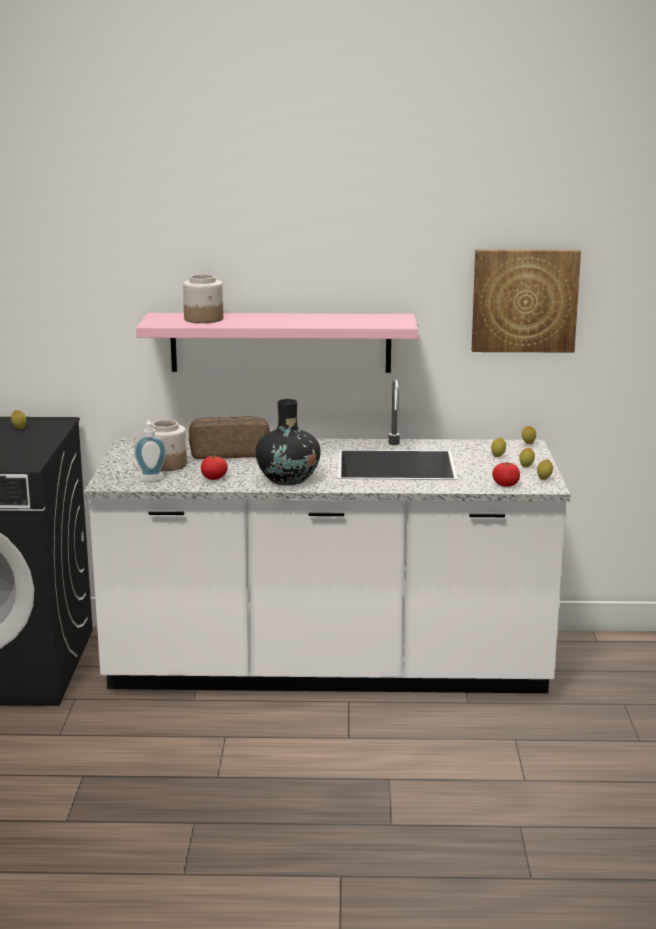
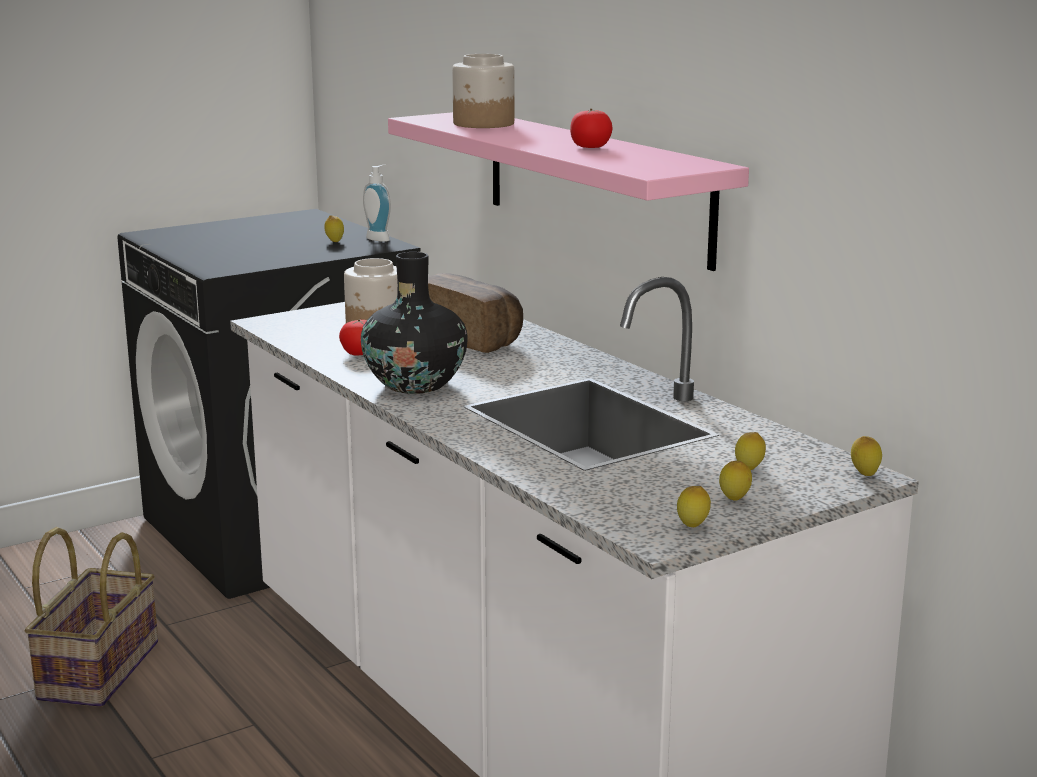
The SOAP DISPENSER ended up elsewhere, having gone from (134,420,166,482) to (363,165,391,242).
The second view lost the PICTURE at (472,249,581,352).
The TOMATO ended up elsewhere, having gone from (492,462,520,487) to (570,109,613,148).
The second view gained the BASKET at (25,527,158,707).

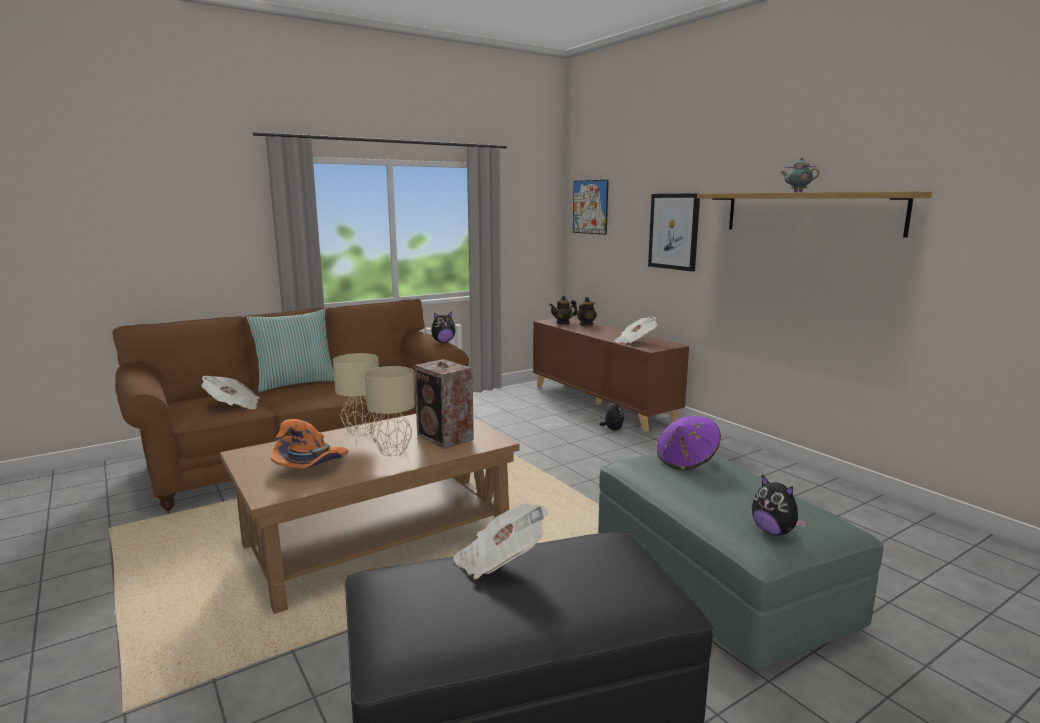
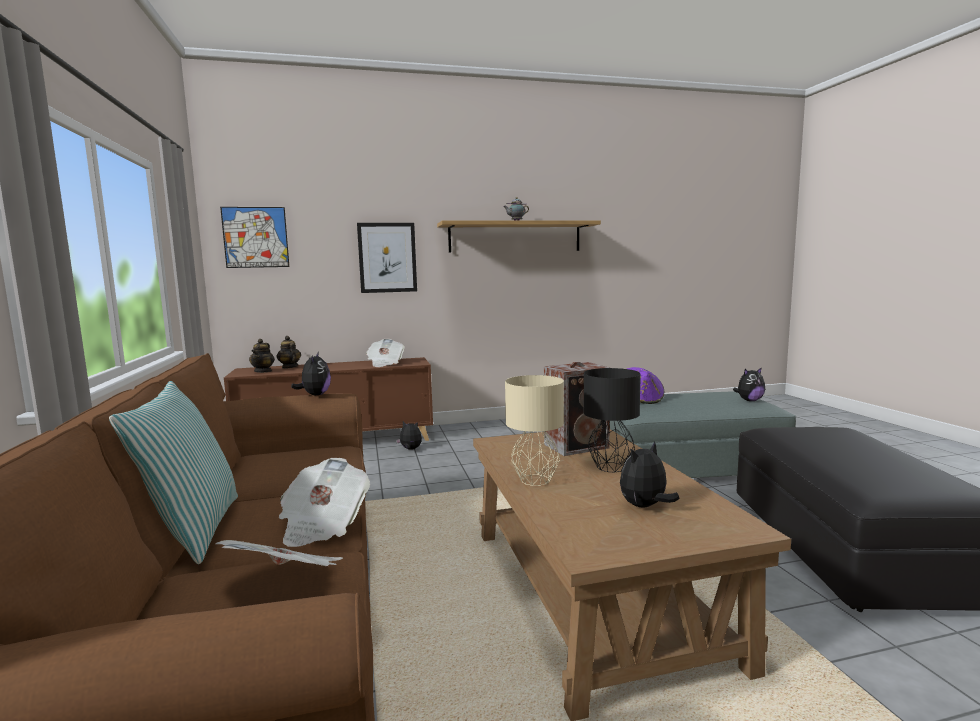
Where the ORANGE HAT stood at (271,419,348,468), the PLUSH TOY came to stand at (620,442,680,508).
What was the BEIGE TABLE LAMP at (365,366,415,456) turned into the BLACK TABLE LAMP at (584,368,641,472).
The NEWSPAPER ended up elsewhere, having gone from (453,503,548,579) to (279,458,370,547).

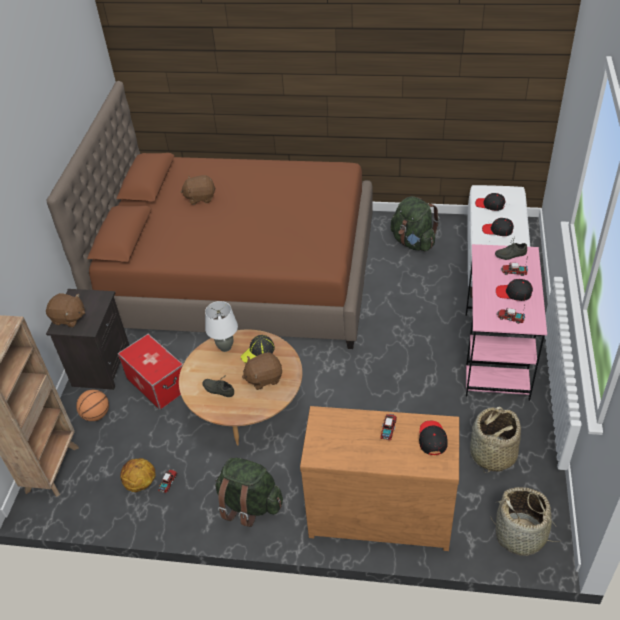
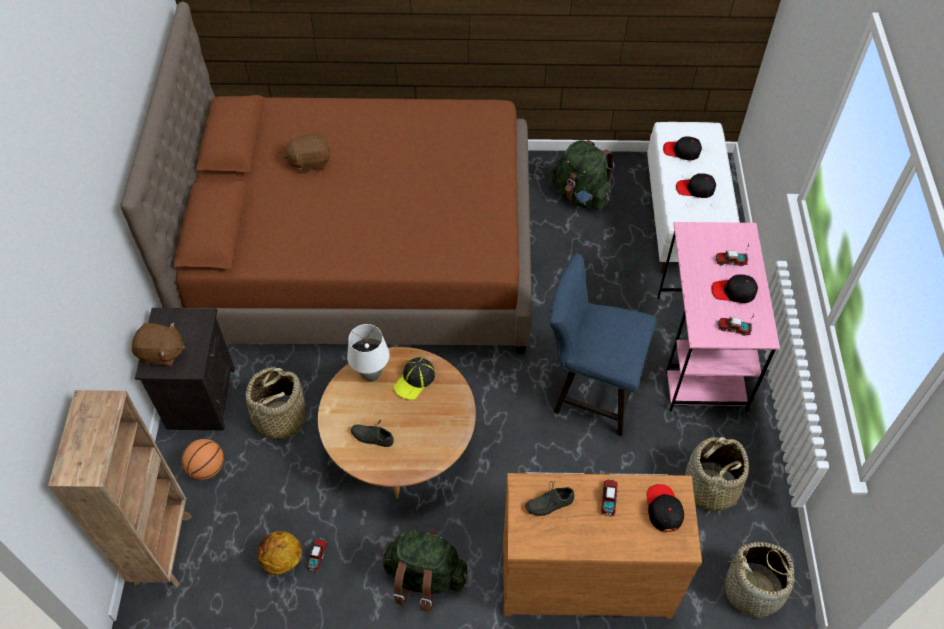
Where the STORAGE BOX stood at (118,334,183,410), the BASKET came to stand at (246,367,305,441).
The second view lost the BROWN PLUSH TOY at (242,352,282,390).
The GREY SHOE ended up elsewhere, having gone from (495,237,527,260) to (525,481,574,516).
The second view gained the BLUE CHAIR at (549,253,657,436).

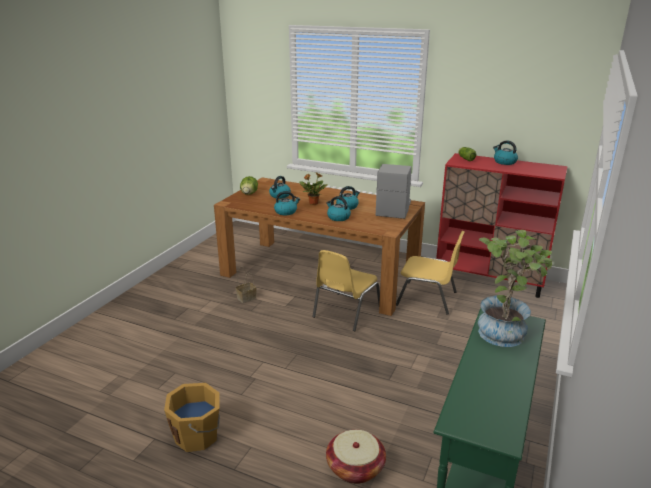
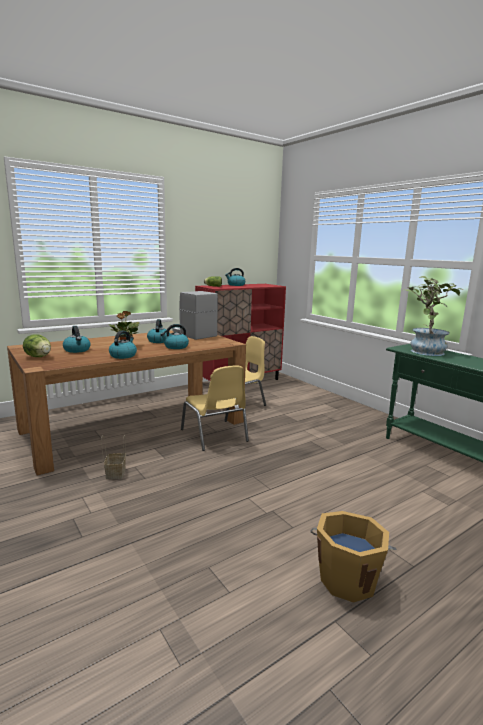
The second view lost the BASKET at (326,430,386,484).

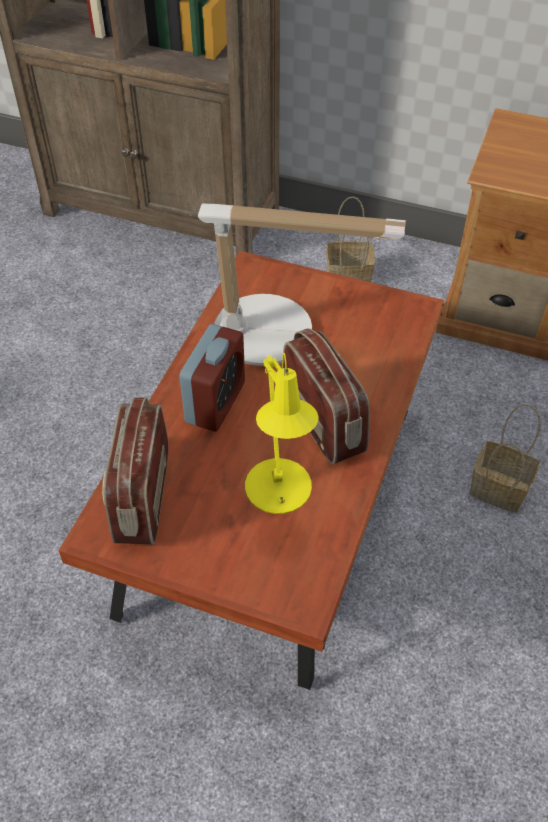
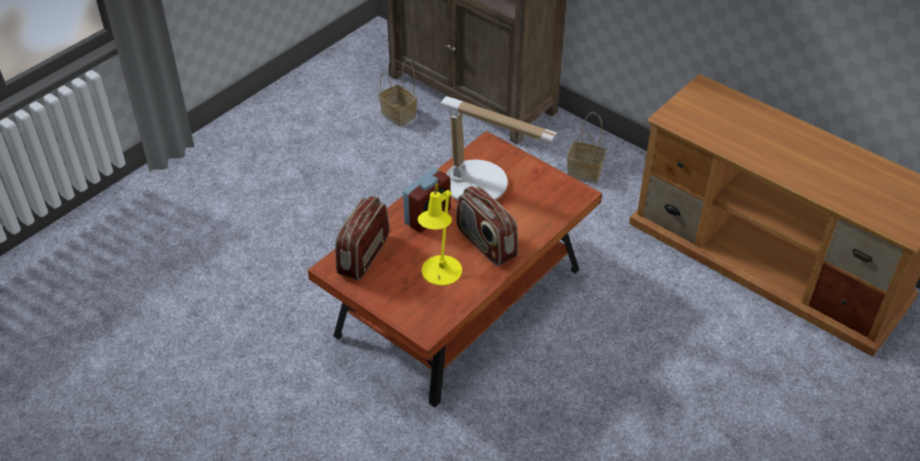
The RADIO at (283,328,370,465) ended up facing another way, 150 degrees clockwise from before.
The BASKET ended up elsewhere, having gone from (469,404,541,513) to (379,60,417,127).

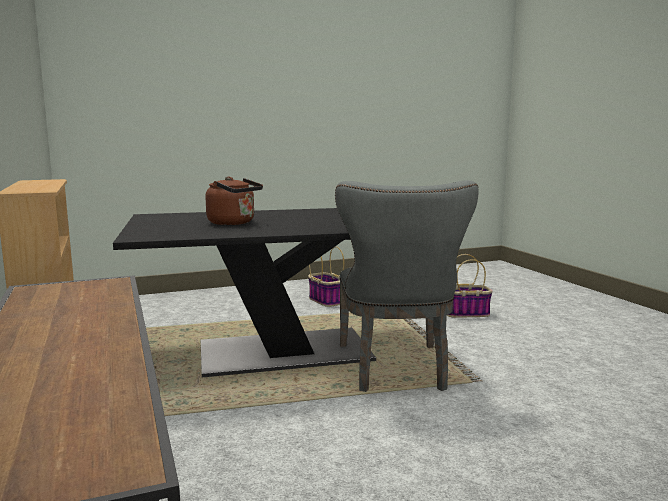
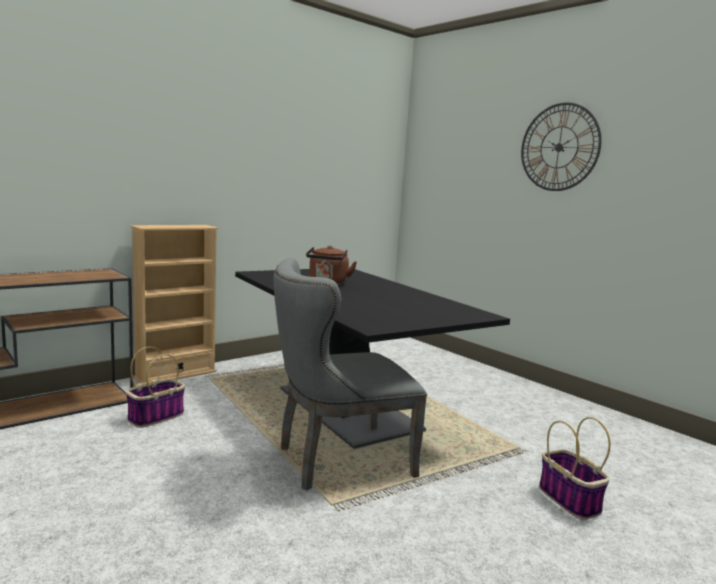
The BASKET ended up elsewhere, having gone from (308,246,344,307) to (126,347,185,428).
The second view gained the WALL CLOCK at (521,103,601,191).

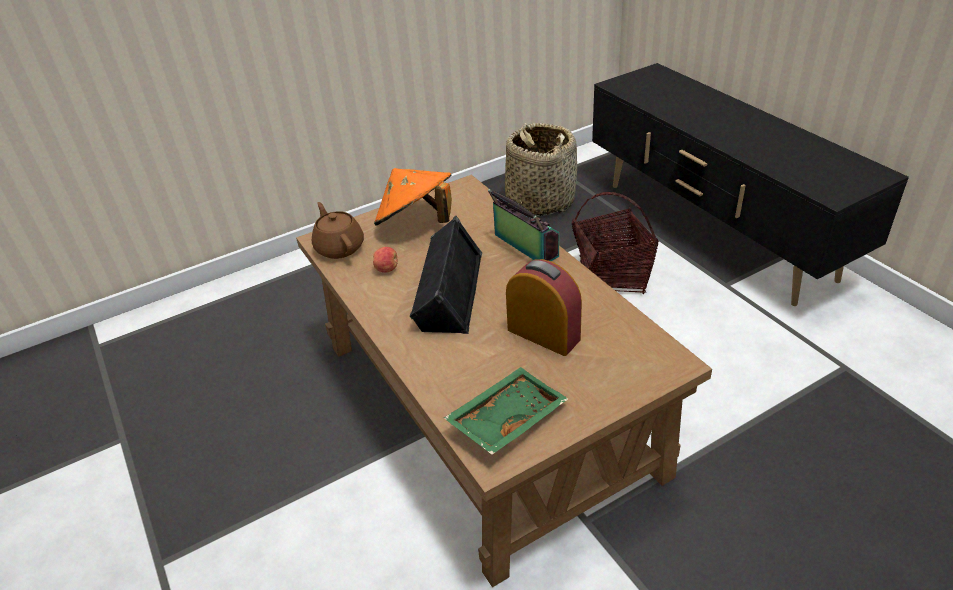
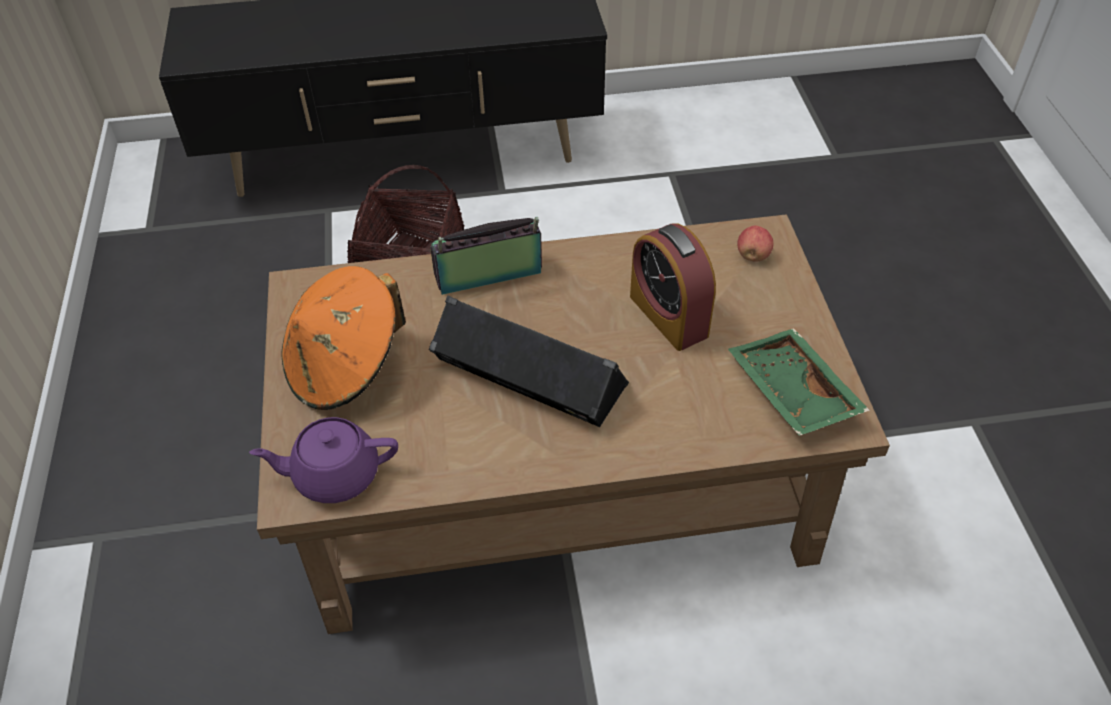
What was the BROWN TEAPOT at (312,202,364,259) turned into the PURPLE TEAPOT at (249,417,398,503).
The APPLE ended up elsewhere, having gone from (373,247,397,273) to (737,226,774,261).
The second view lost the BASKET at (505,123,577,216).
The ALARM CLOCK at (506,259,582,356) ended up facing another way, 90 degrees counterclockwise from before.

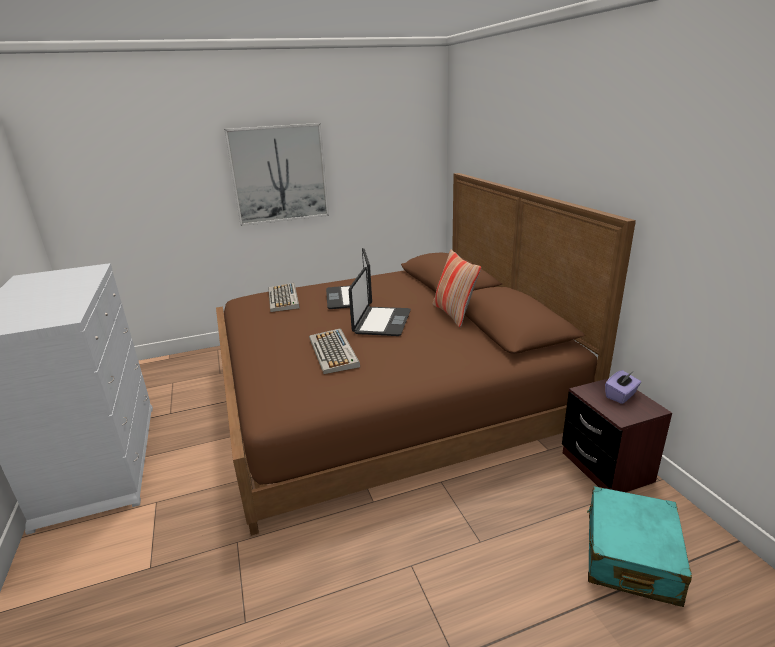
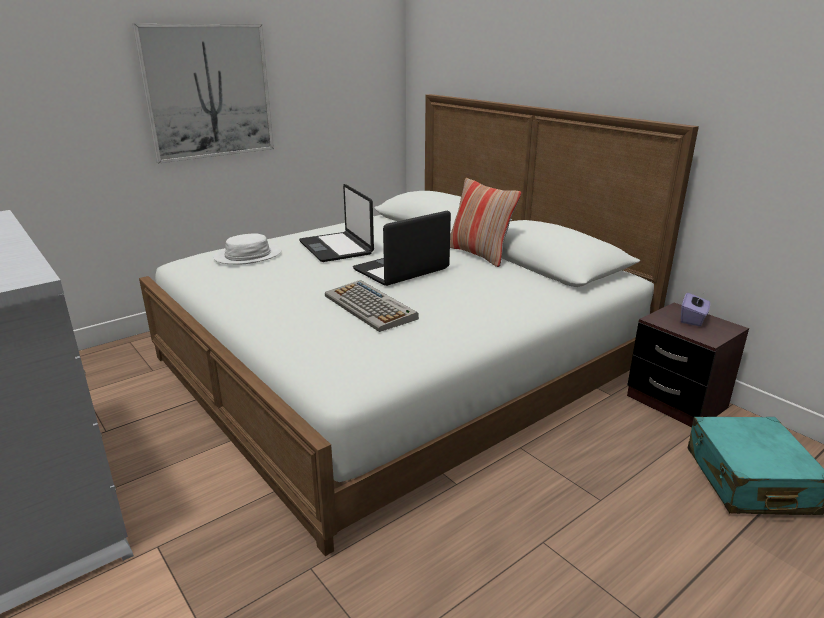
What was the BROWN BED at (216,173,636,536) turned into the WHITE BED at (139,94,699,556).
Where the KEYBOARD stood at (268,283,300,312), the WHITE HAT came to stand at (213,233,281,264).
The LAPTOP at (348,267,411,336) ended up facing another way, 120 degrees counterclockwise from before.

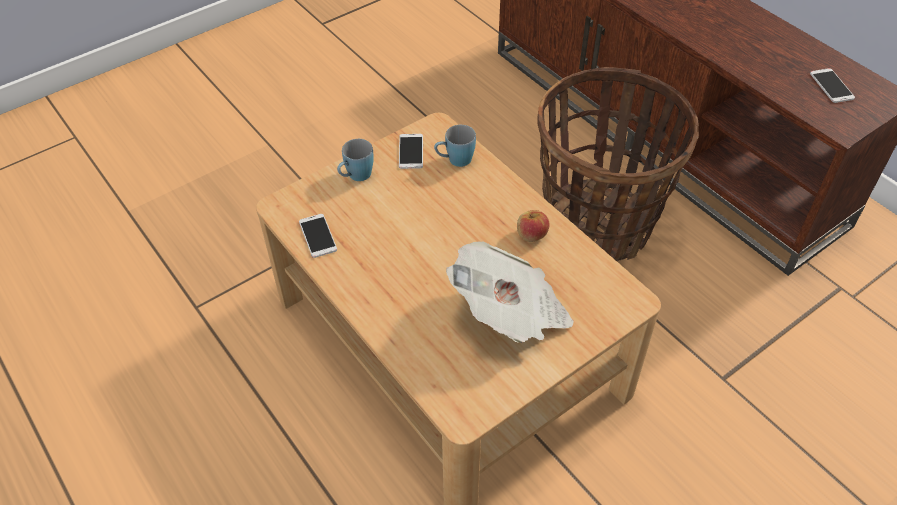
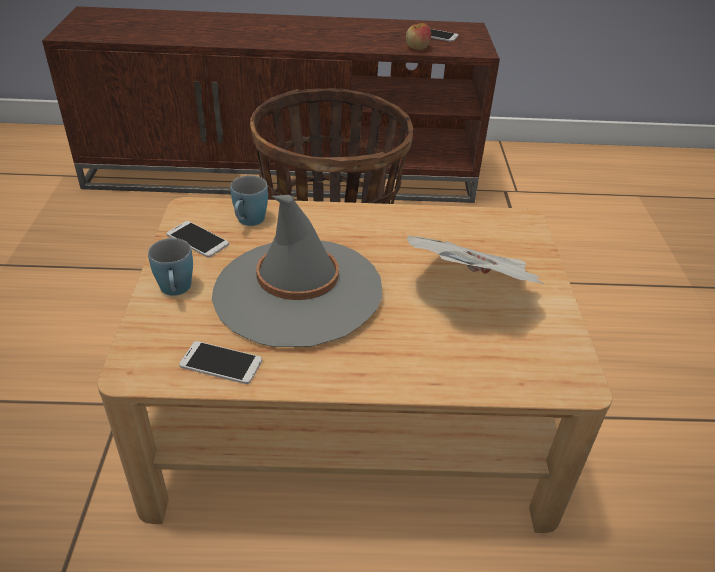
The APPLE ended up elsewhere, having gone from (517,210,549,242) to (406,23,431,50).
The second view gained the GREY HAT at (212,195,382,347).

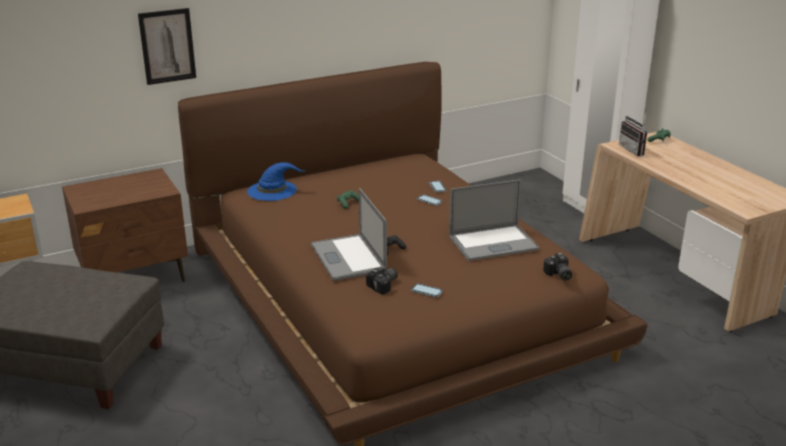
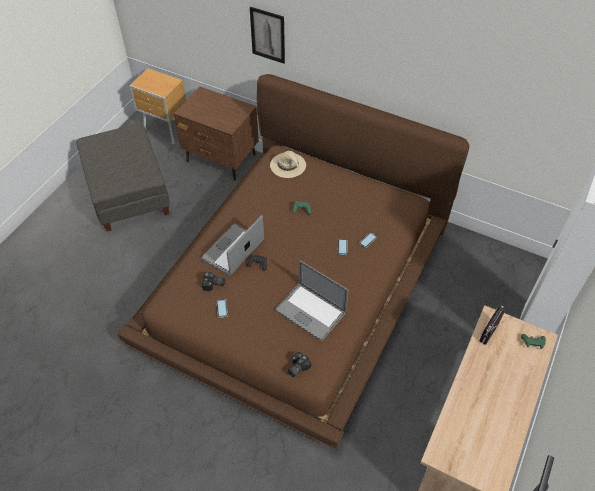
What was the BLUE HAT at (247,162,304,201) turned into the BEIGE HAT at (270,151,306,178).

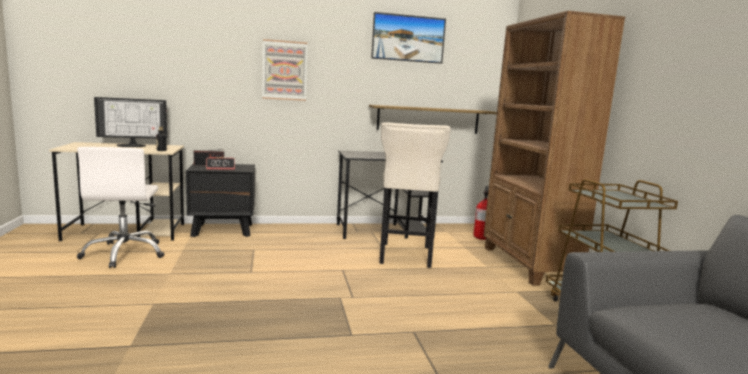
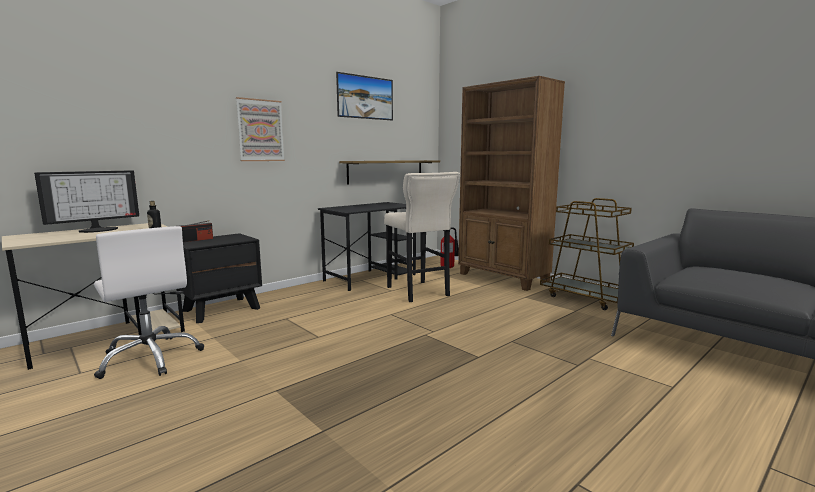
The second view lost the ALARM CLOCK at (206,157,235,170).

